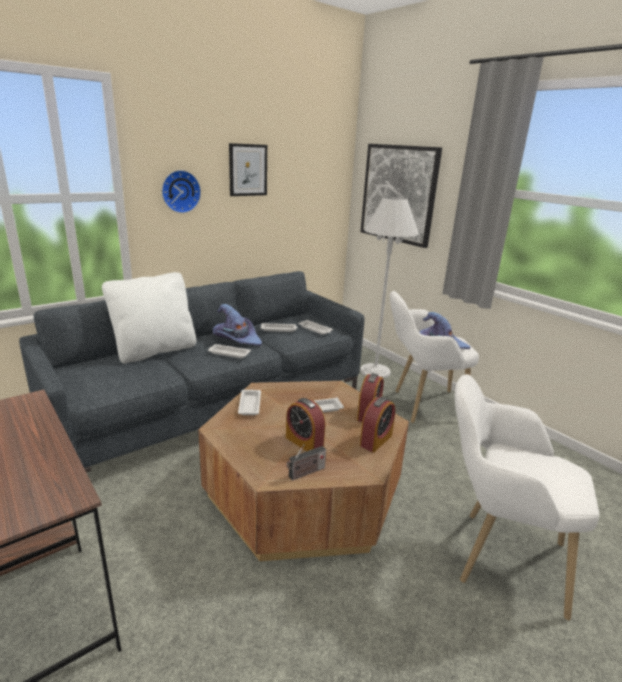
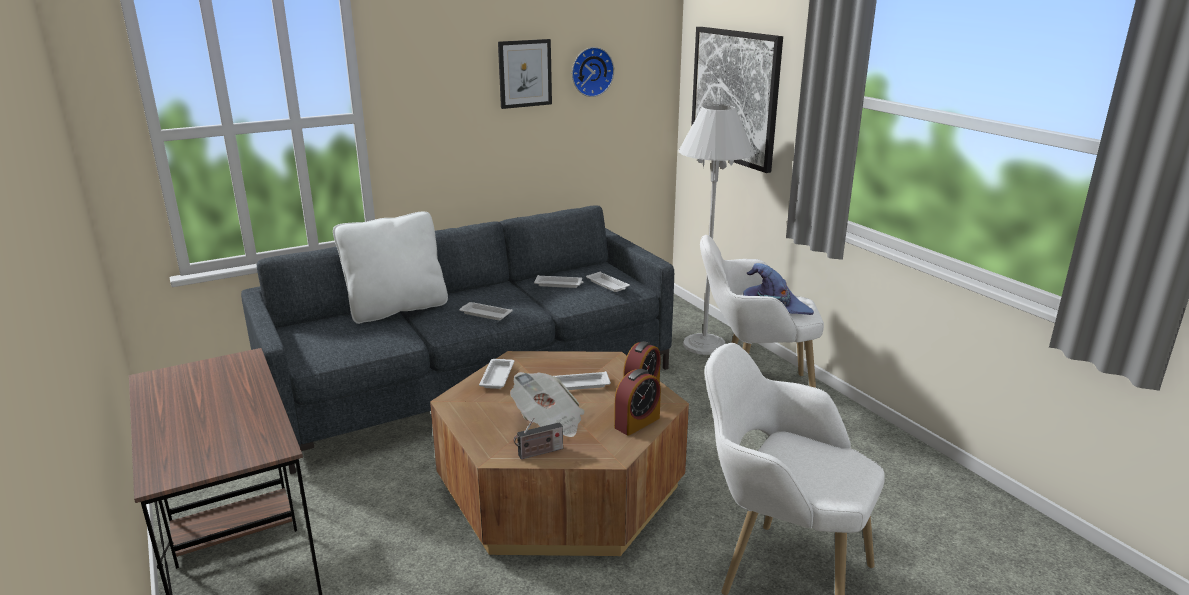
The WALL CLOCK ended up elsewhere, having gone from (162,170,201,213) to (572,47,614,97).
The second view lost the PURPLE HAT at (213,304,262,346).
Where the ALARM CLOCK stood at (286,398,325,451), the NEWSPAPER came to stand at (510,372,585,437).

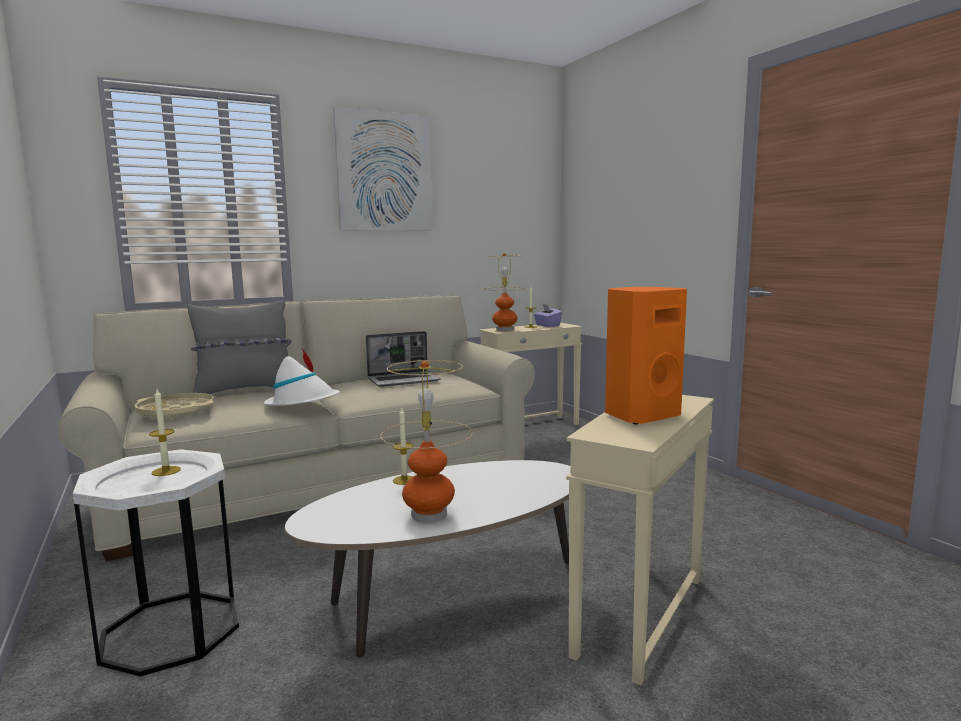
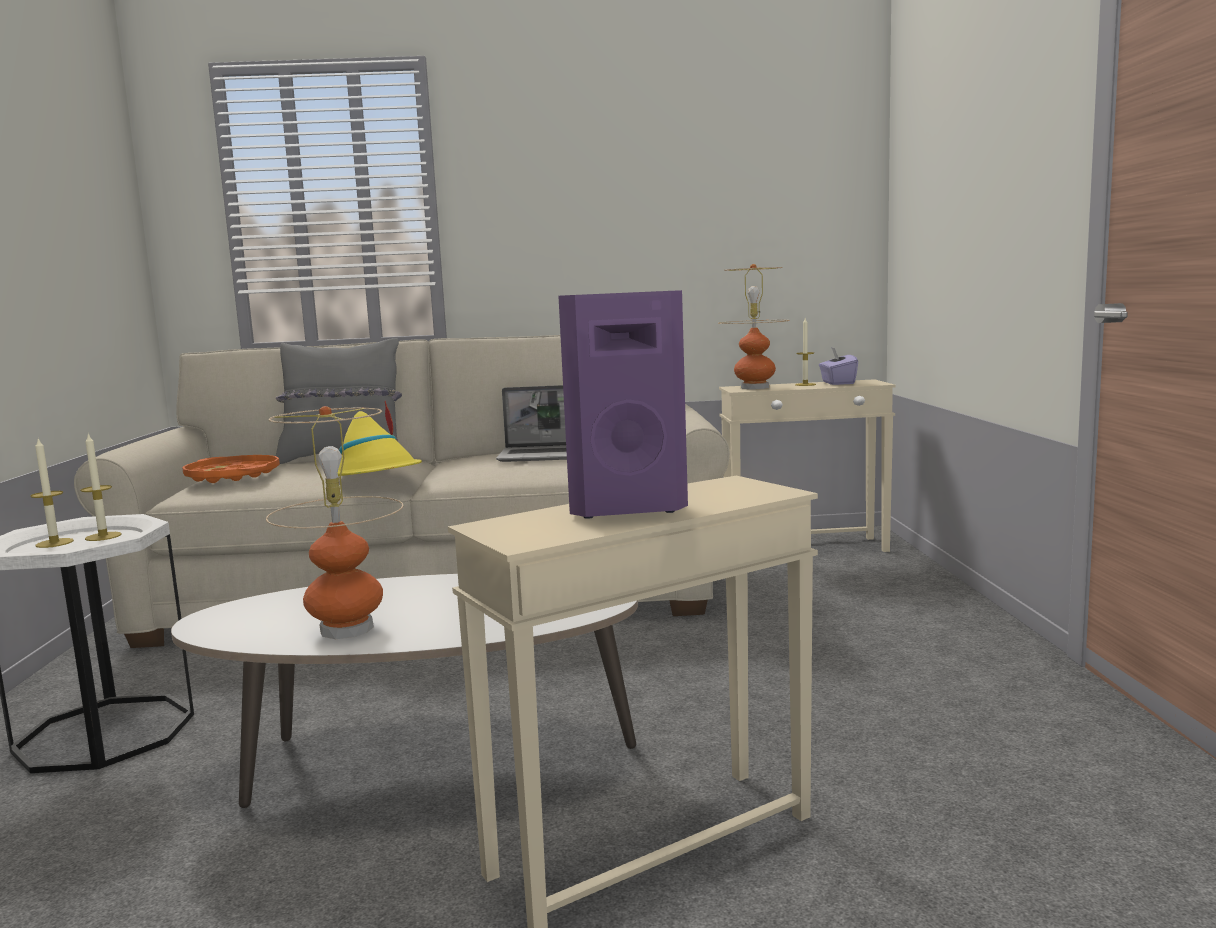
What was the BEIGE TRAY at (135,393,214,419) turned into the ORANGE TRAY at (182,455,280,483).
What was the WHITE HAT at (264,348,340,406) turned into the YELLOW HAT at (338,401,422,476).
The second view lost the PICTURE at (333,107,433,230).
The CANDLE ended up elsewhere, having gone from (393,408,413,485) to (30,439,74,548).
What was the ORANGE SPEAKER at (605,287,687,424) turned into the PURPLE SPEAKER at (558,290,688,519).

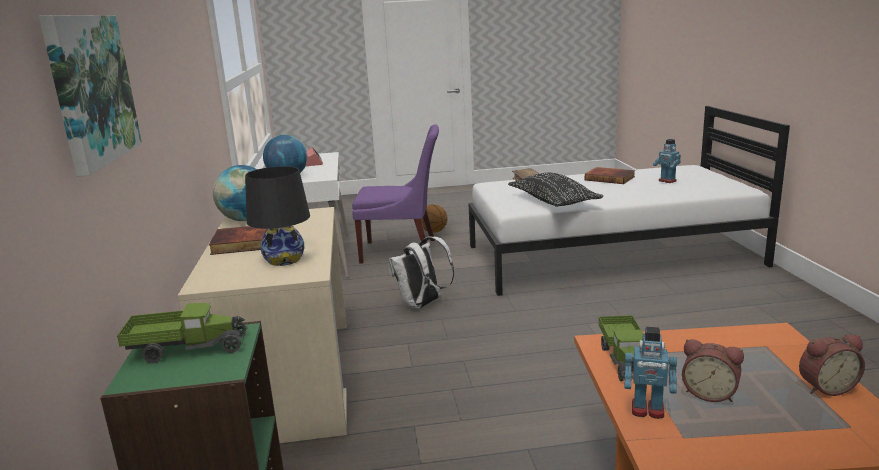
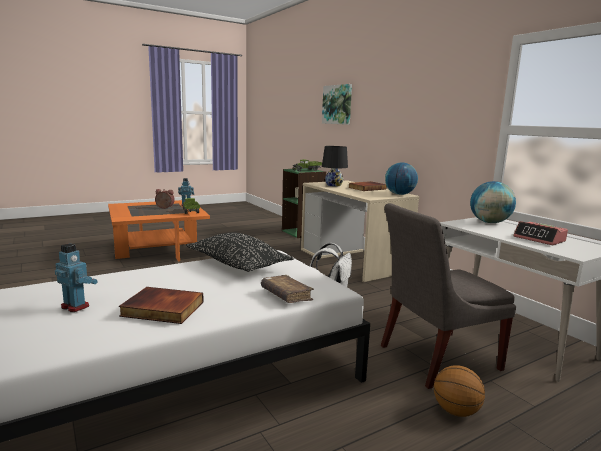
What was the PURPLE CHAIR at (352,124,439,264) turned into the GREY CHAIR at (381,203,516,389).
The second view lost the ALARM CLOCK at (799,335,865,396).

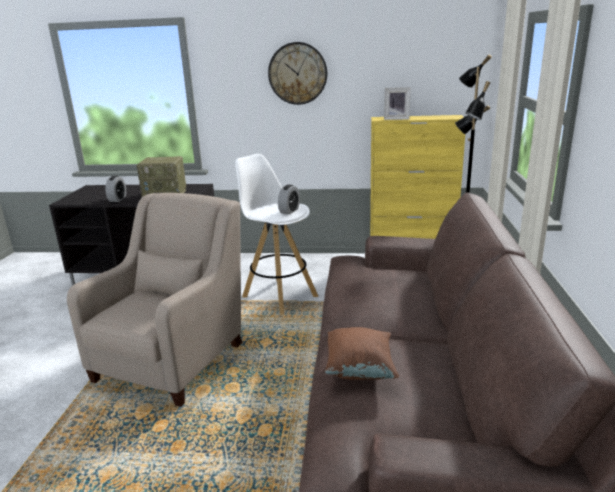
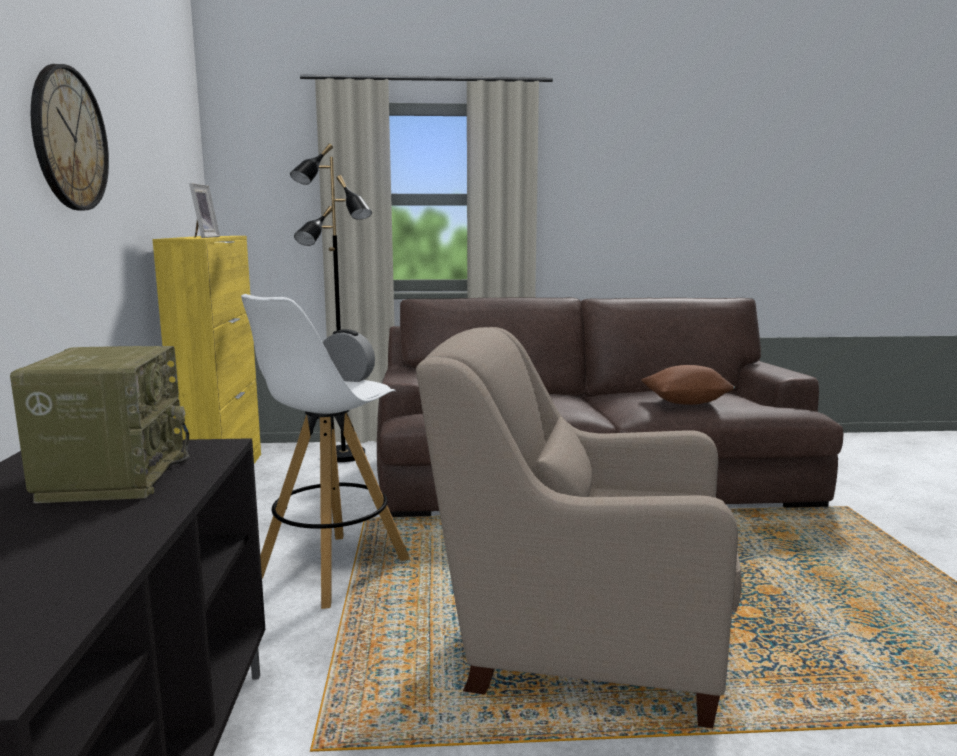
The second view lost the ALARM CLOCK at (105,176,126,202).

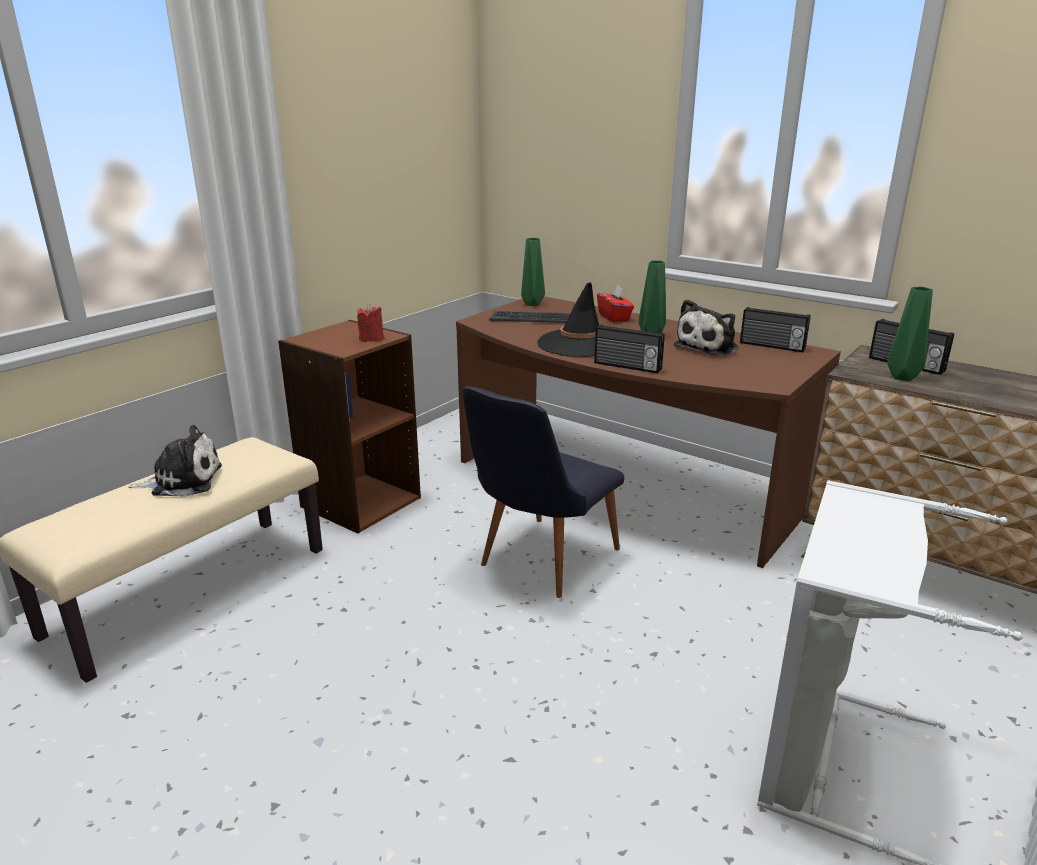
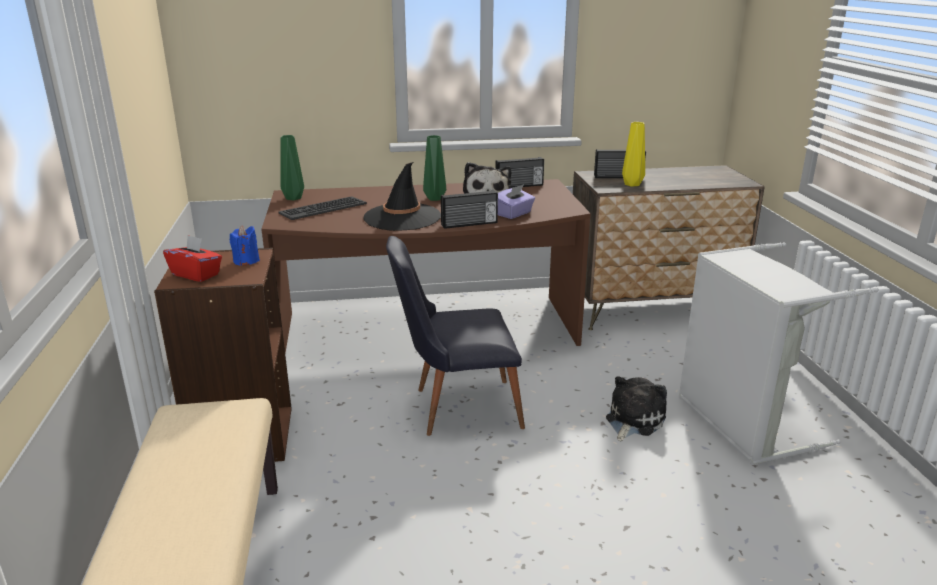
The PLUSH TOY ended up elsewhere, having gone from (128,425,222,497) to (606,376,667,441).
What was the RED CANDLE at (357,304,384,342) turned into the BLUE CANDLE at (230,225,260,266).
The BLACK CHAIR at (462,386,624,598) ended up facing another way, 90 degrees clockwise from before.
The RED TISSUE BOX ended up elsewhere, having gone from (597,285,634,322) to (163,235,222,282).
What was the GREEN VASE at (887,287,933,381) turned into the YELLOW VASE at (622,122,645,187).
The second view gained the PURPLE TISSUE BOX at (498,184,535,219).

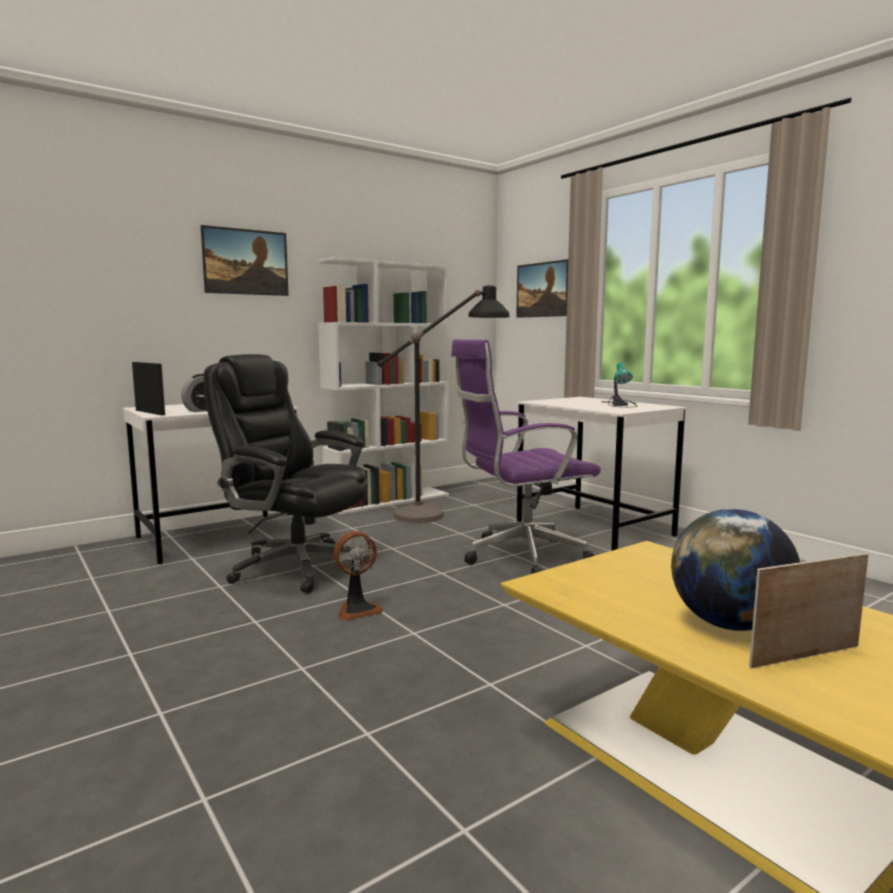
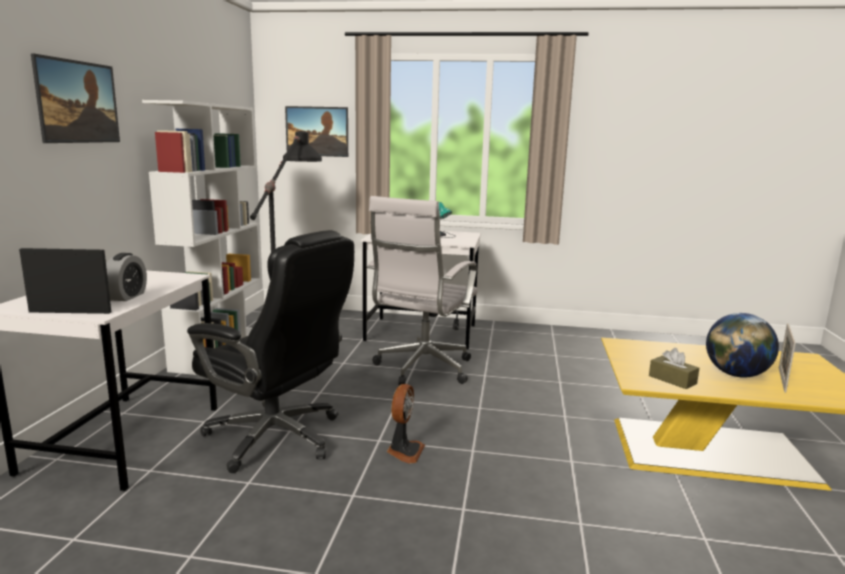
The BLACK OFFICE CHAIR at (204,354,368,593) ended up facing another way, 135 degrees counterclockwise from before.
What was the PURPLE OFFICE CHAIR at (451,339,601,574) turned into the WHITE OFFICE CHAIR at (367,196,478,386).
The second view gained the BROWN TISSUE BOX at (649,348,699,389).

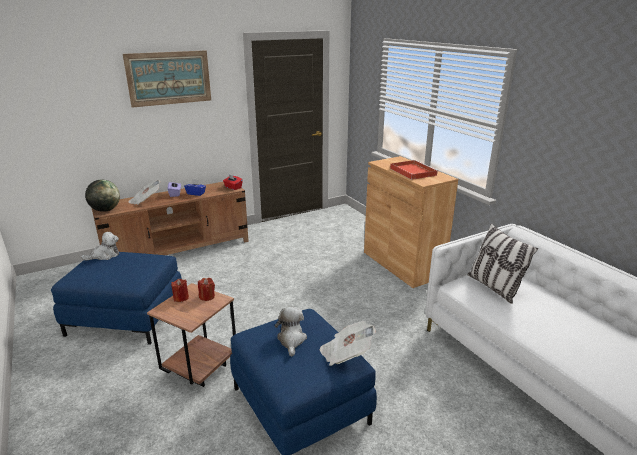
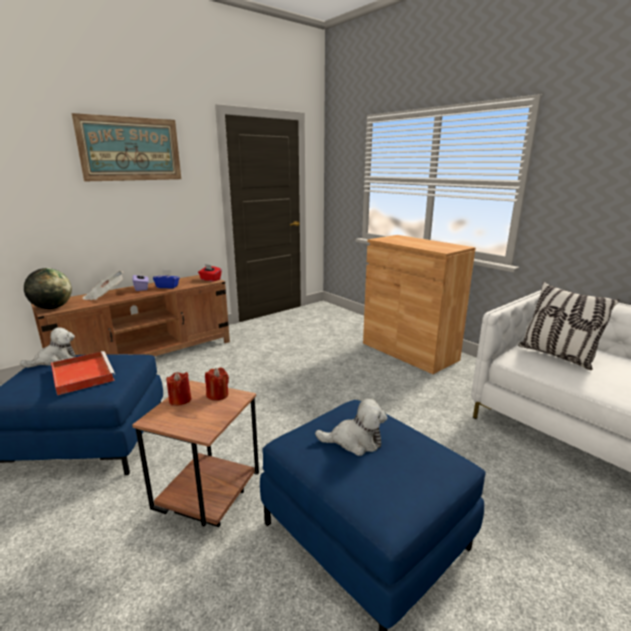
The PLUSH TOY at (275,307,307,357) ended up facing another way, 105 degrees clockwise from before.
The second view lost the NEWSPAPER at (319,321,376,366).
The RED TRAY ended up elsewhere, having gone from (390,160,439,180) to (51,351,115,395).

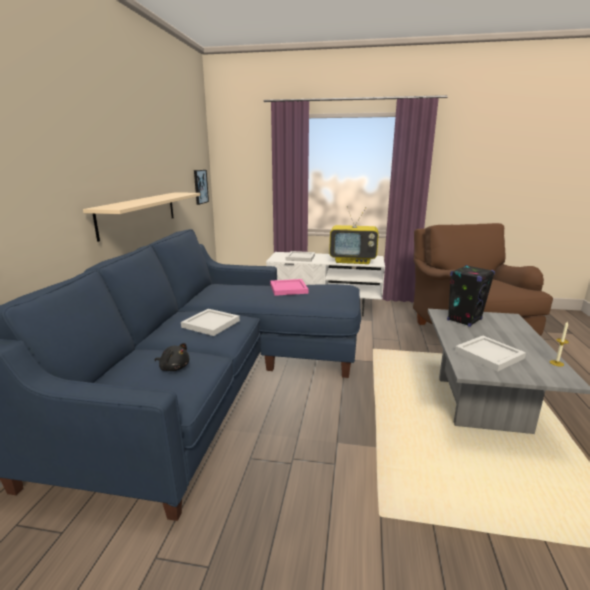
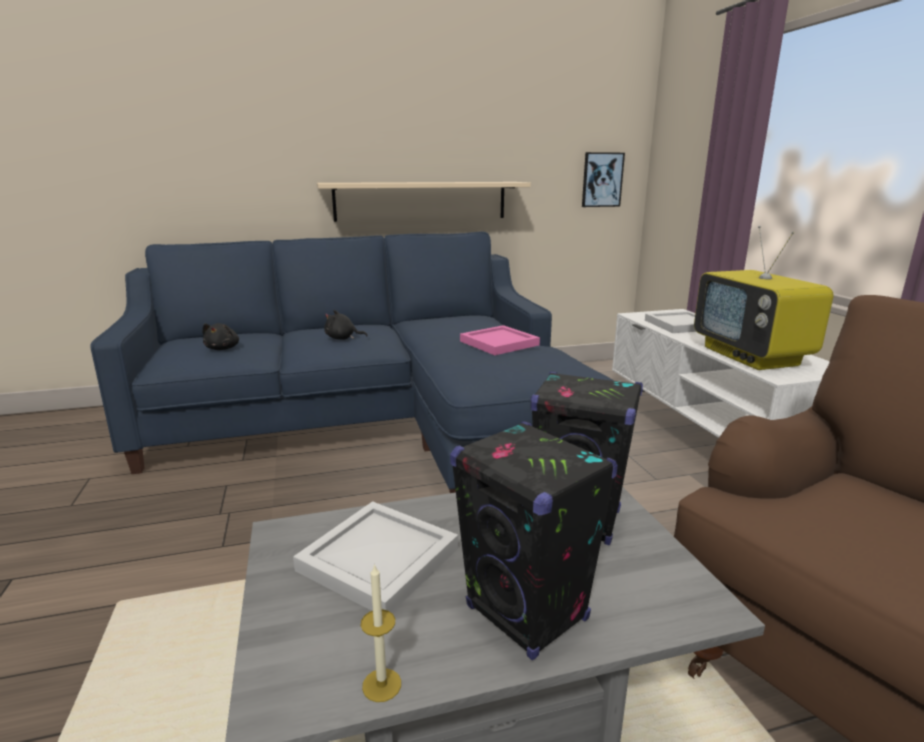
Where the WHITE TRAY stood at (181,309,240,336), the BLACK PLUSH TOY came to stand at (324,310,368,340).
The second view gained the BLACK SPEAKER at (450,421,618,660).

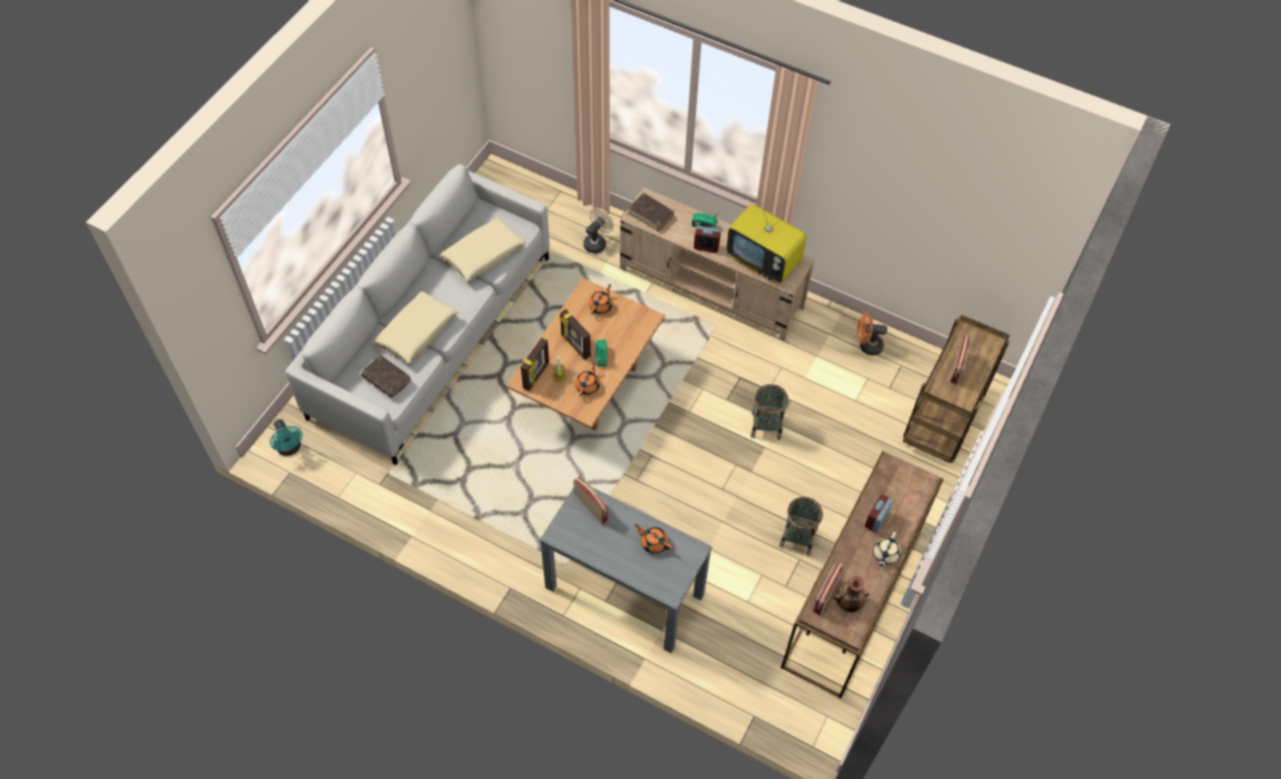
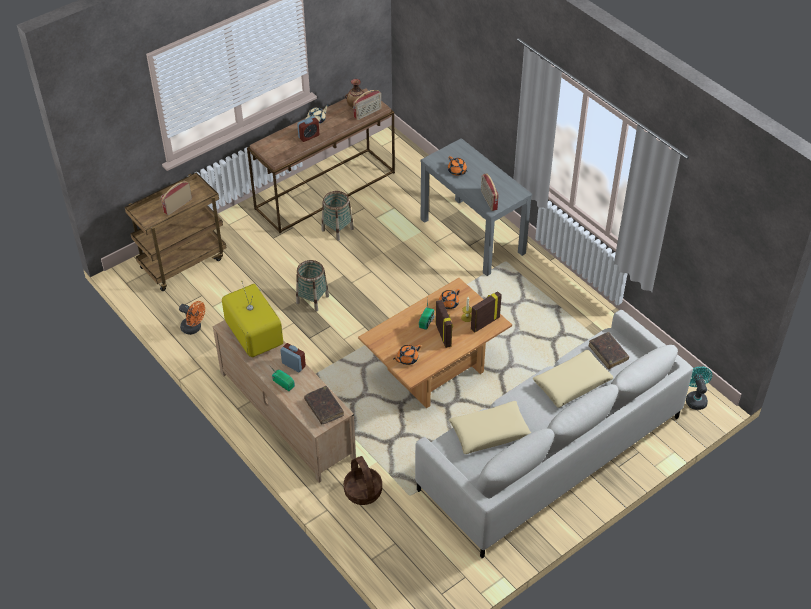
Where the BEIGE FAN stood at (583,208,614,254), the BASKET came to stand at (344,456,382,505).

